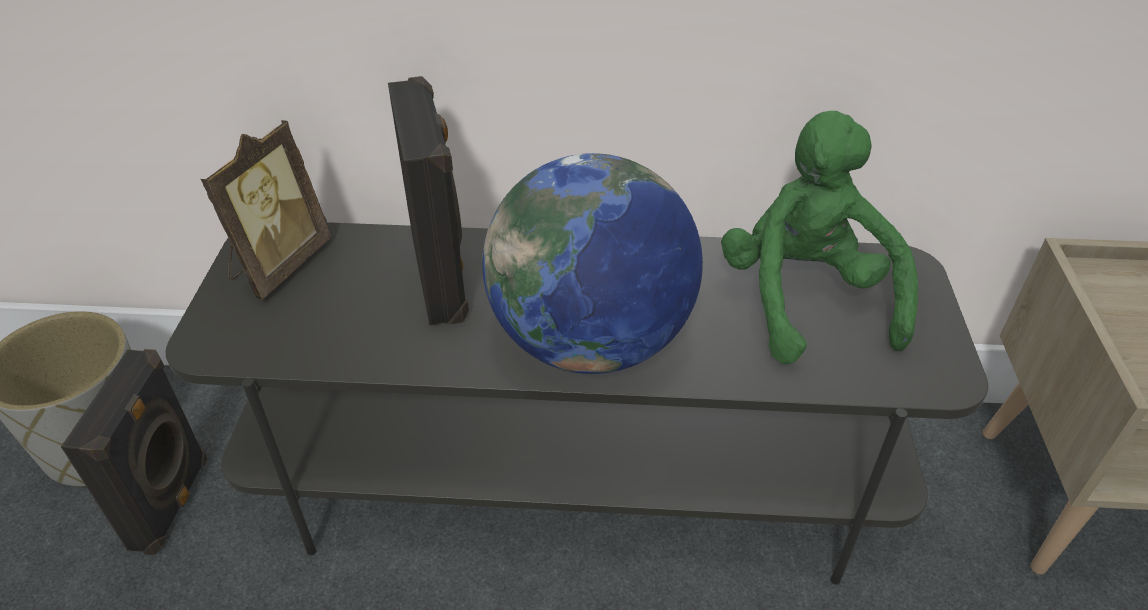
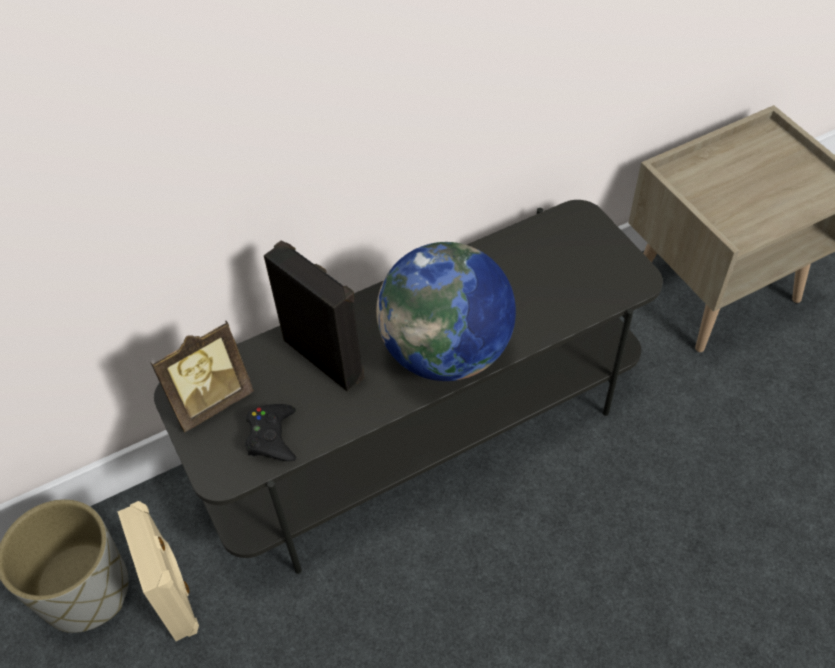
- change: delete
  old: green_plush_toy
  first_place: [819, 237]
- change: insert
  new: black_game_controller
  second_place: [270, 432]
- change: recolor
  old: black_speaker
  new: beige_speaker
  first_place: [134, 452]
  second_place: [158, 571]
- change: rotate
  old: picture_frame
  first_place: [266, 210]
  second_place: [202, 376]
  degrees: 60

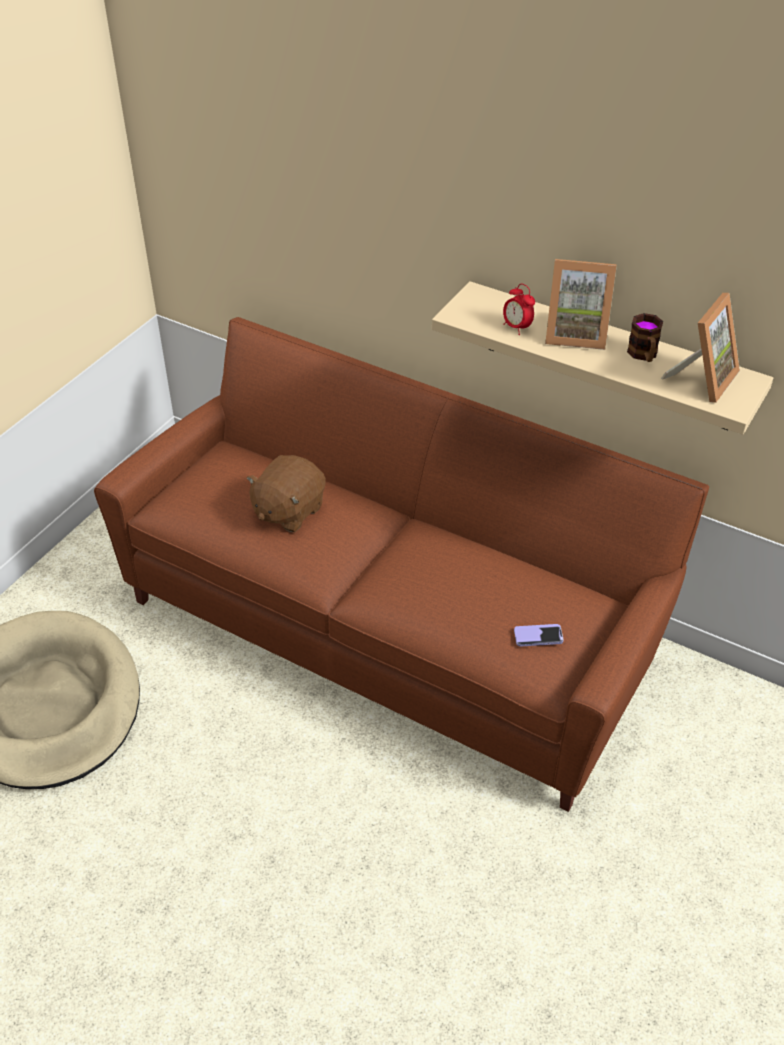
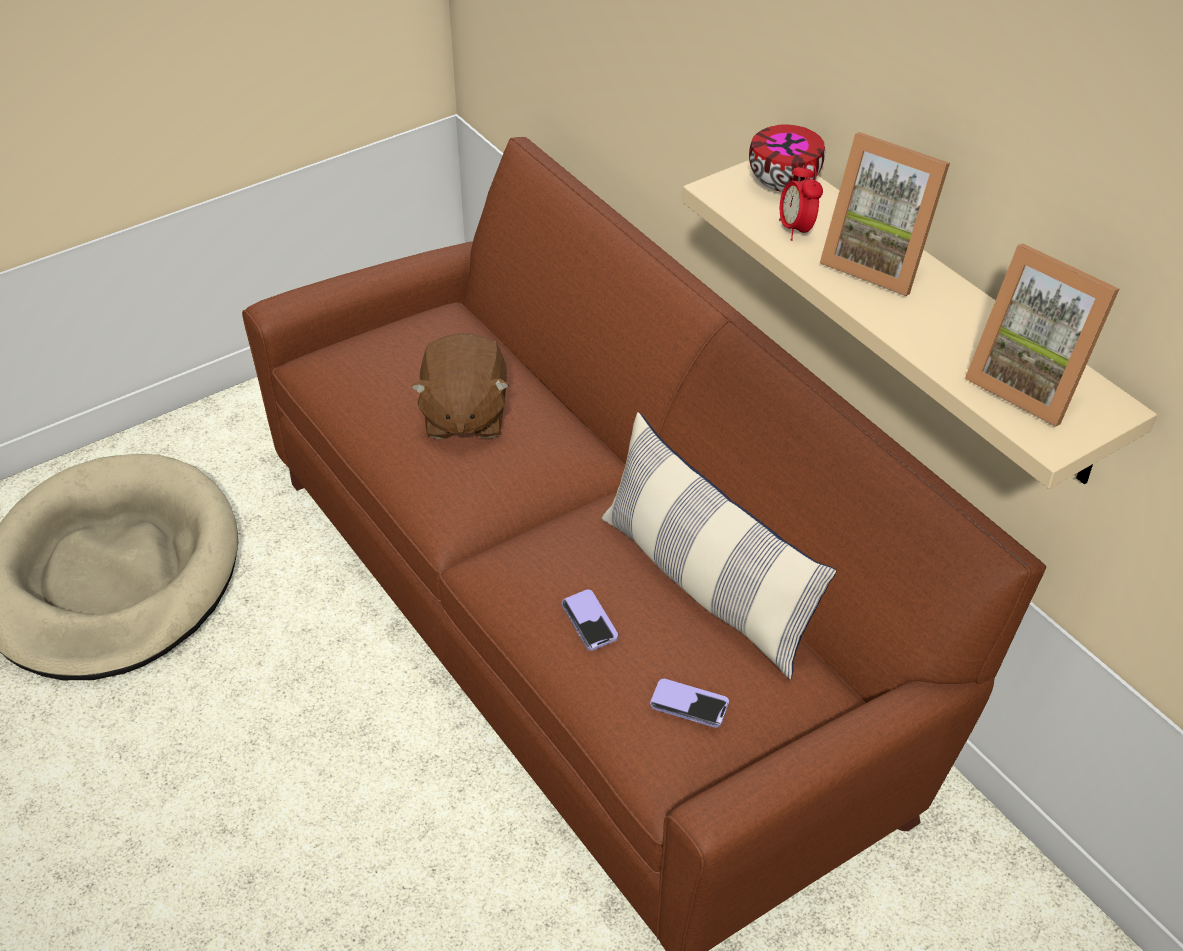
- change: delete
  old: mug
  first_place: [645, 337]
- change: insert
  new: phone
  second_place: [590, 620]
- change: insert
  new: pillow
  second_place: [719, 545]
- change: insert
  new: bowl
  second_place: [787, 158]
- change: rotate
  old: brown_plush_toy
  first_place: [286, 493]
  second_place: [460, 386]
  degrees: -60
- change: rotate
  old: picture_frame
  first_place: [700, 348]
  second_place: [1042, 335]
  degrees: 75

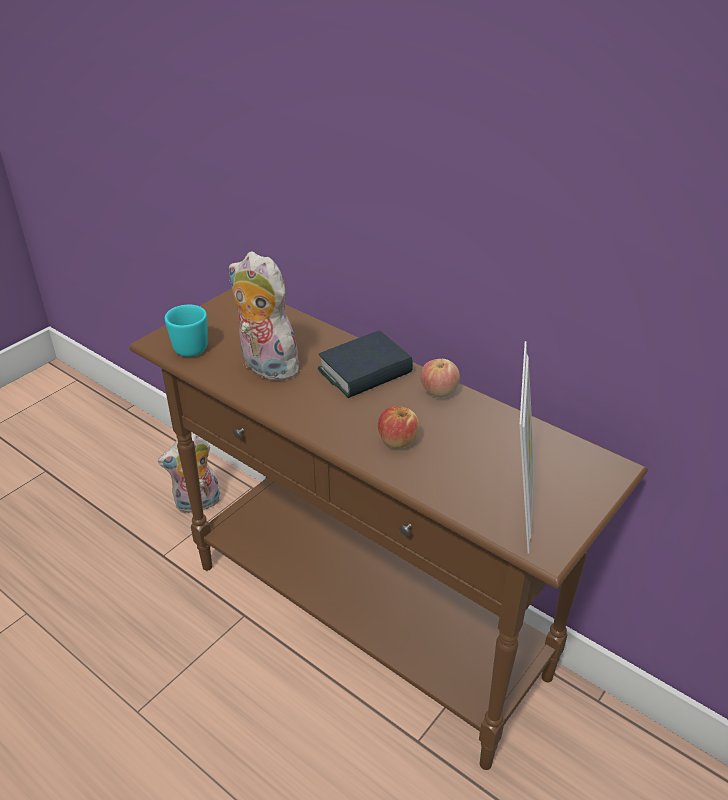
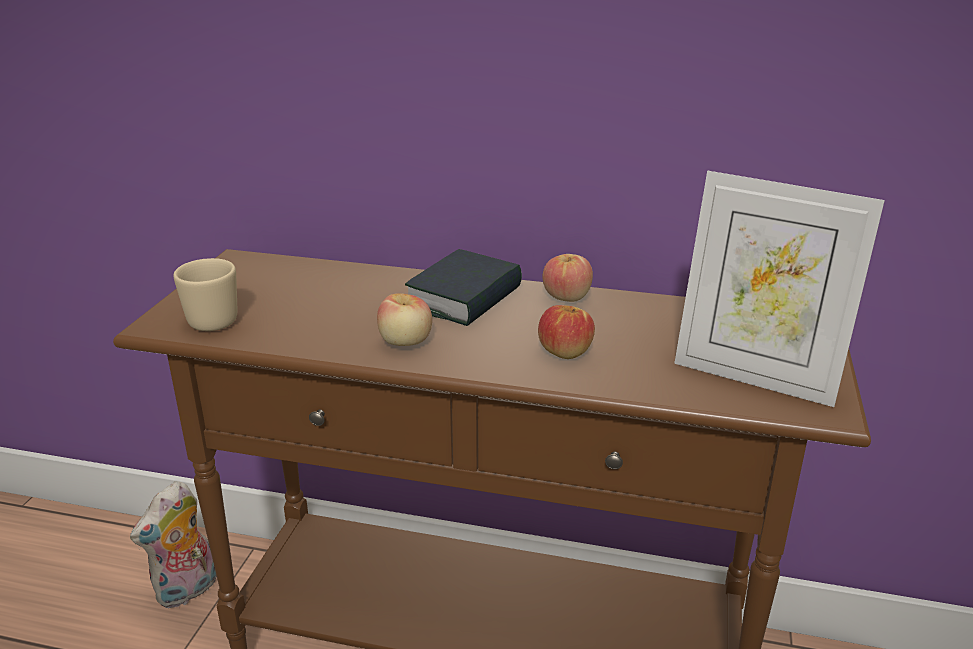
- change: delete
  old: plush_toy
  first_place: [265, 316]
- change: insert
  new: apple
  second_place: [404, 319]
- change: recolor
  old: turquoise_mug
  new: beige_mug
  first_place: [186, 331]
  second_place: [205, 294]
- change: rotate
  old: picture_frame
  first_place: [527, 447]
  second_place: [779, 289]
  degrees: 135

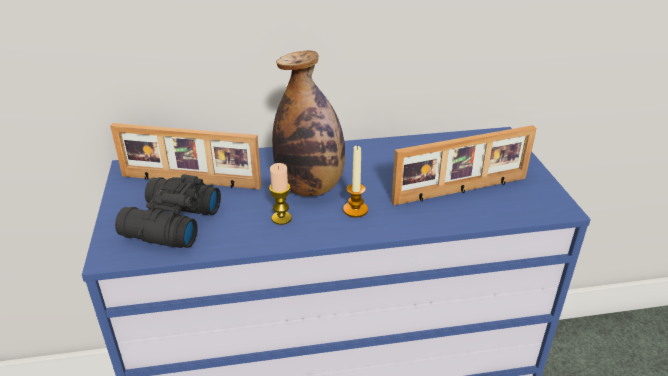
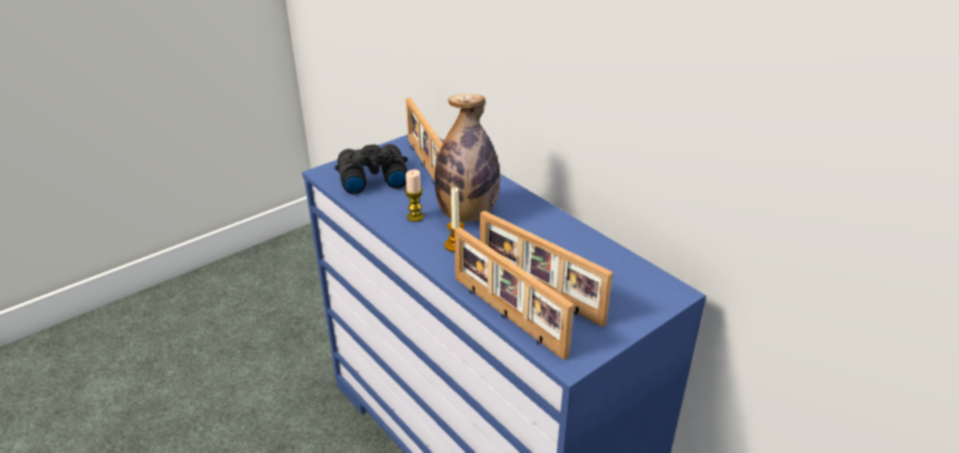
- change: insert
  new: picture_frame
  second_place: [514, 293]

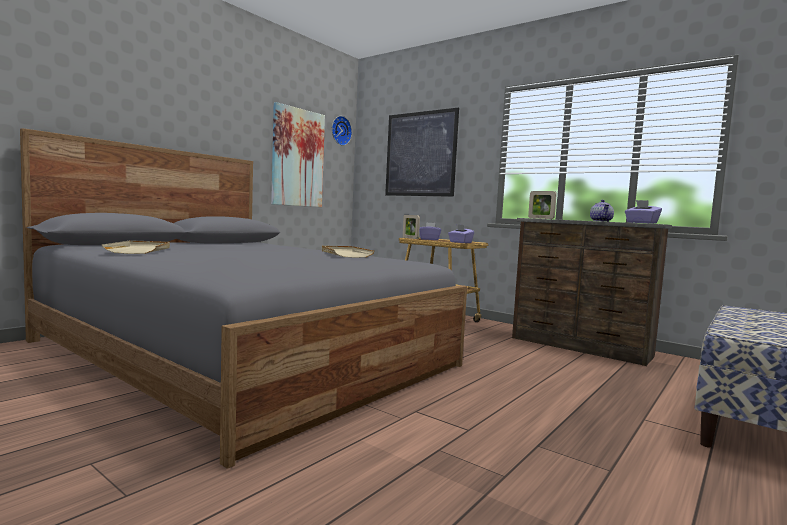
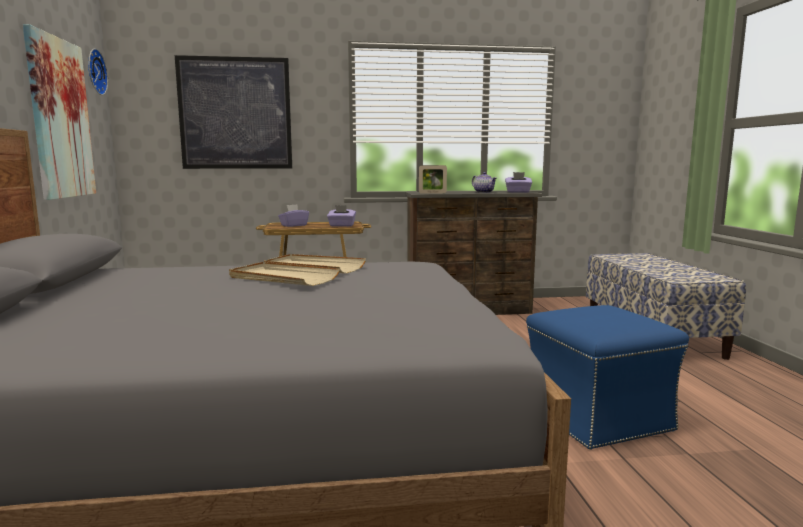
- change: delete
  old: picture_frame
  first_place: [411, 227]
- change: insert
  new: blue_ottoman
  second_place: [607, 377]
- change: move
  old: beige_tray
  first_place: [136, 247]
  second_place: [284, 274]

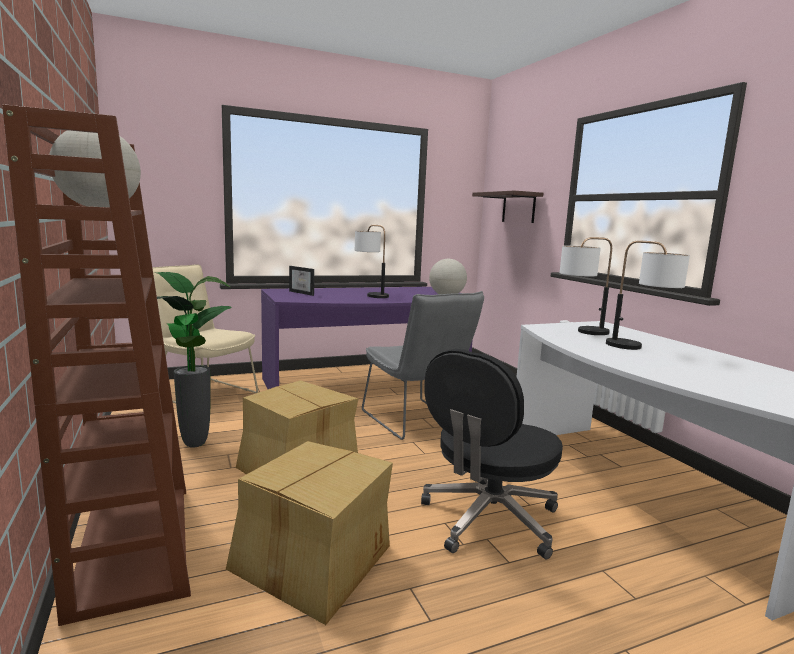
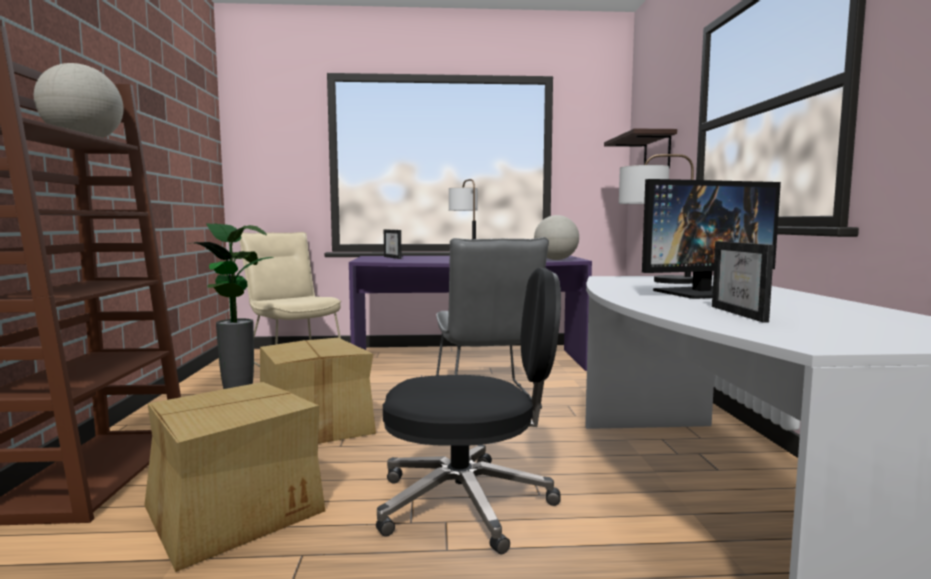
- change: insert
  new: picture_frame
  second_place: [743, 282]
- change: replace
  old: table_lamp
  new: monitor
  first_place: [648, 295]
  second_place: [711, 239]
- change: rotate
  old: black_office_chair
  first_place: [492, 454]
  second_place: [468, 411]
  degrees: -150

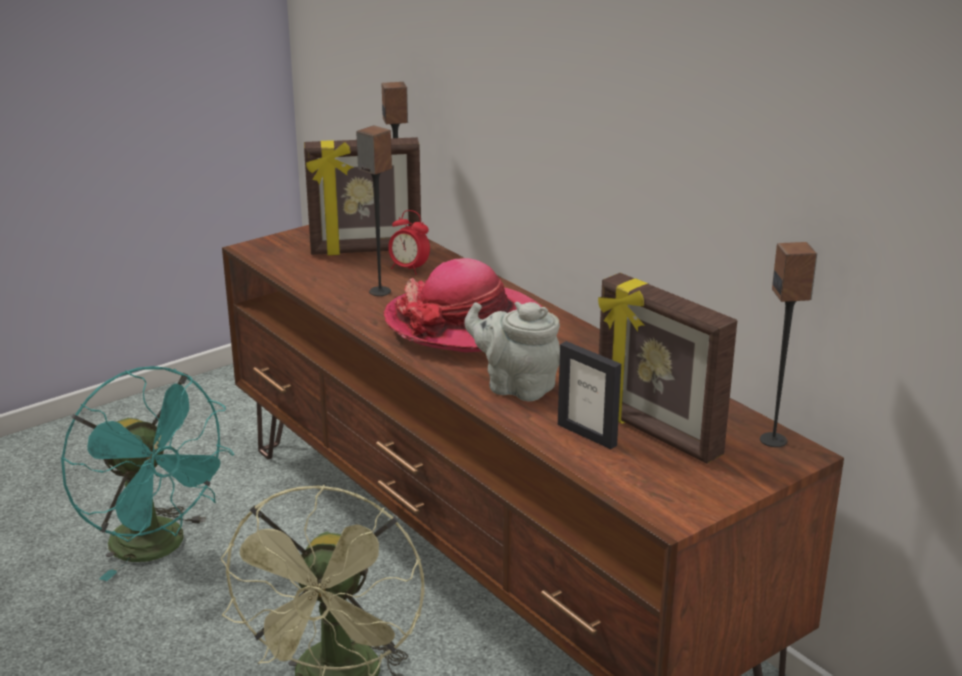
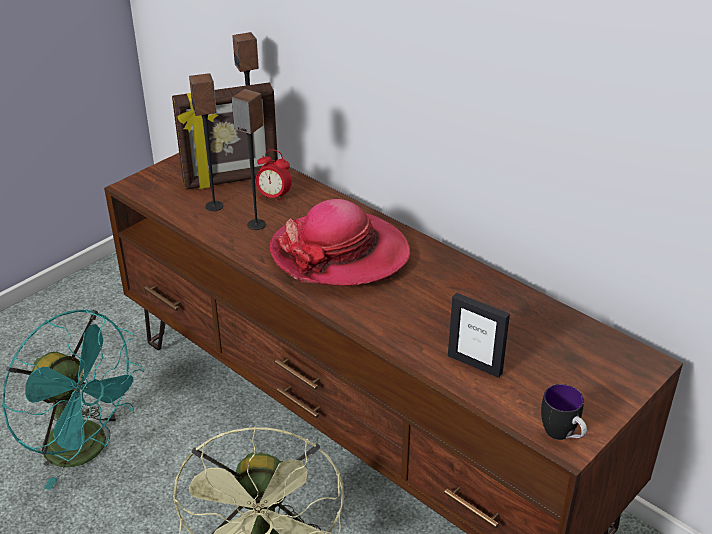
- change: delete
  old: grey_teapot
  first_place: [512, 351]
- change: delete
  old: picture_frame
  first_place: [667, 368]
- change: insert
  new: mug
  second_place: [564, 412]
- change: move
  old: speaker
  first_place: [788, 344]
  second_place: [206, 142]

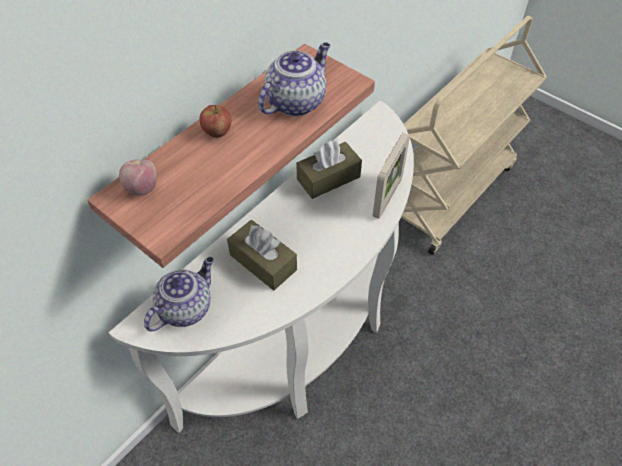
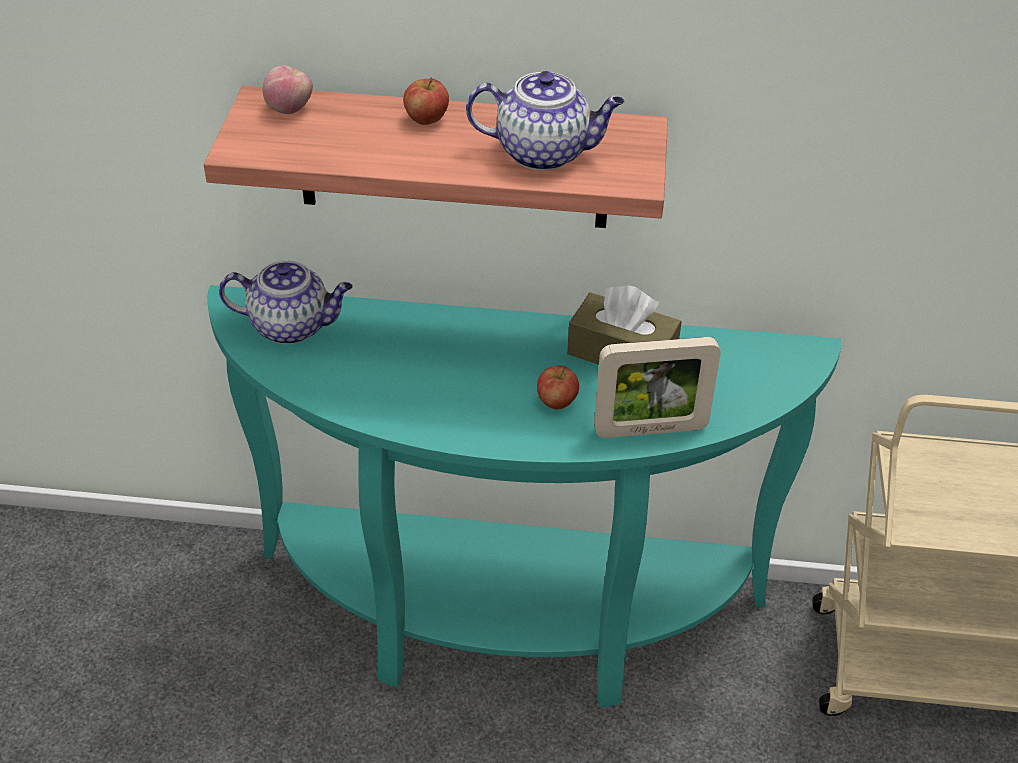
- change: delete
  old: brown_tissue_box
  first_place: [262, 255]
- change: insert
  new: apple
  second_place: [558, 388]
- change: recolor
  old: white_console_table
  new: turquoise_console_table
  first_place: [261, 267]
  second_place: [524, 496]

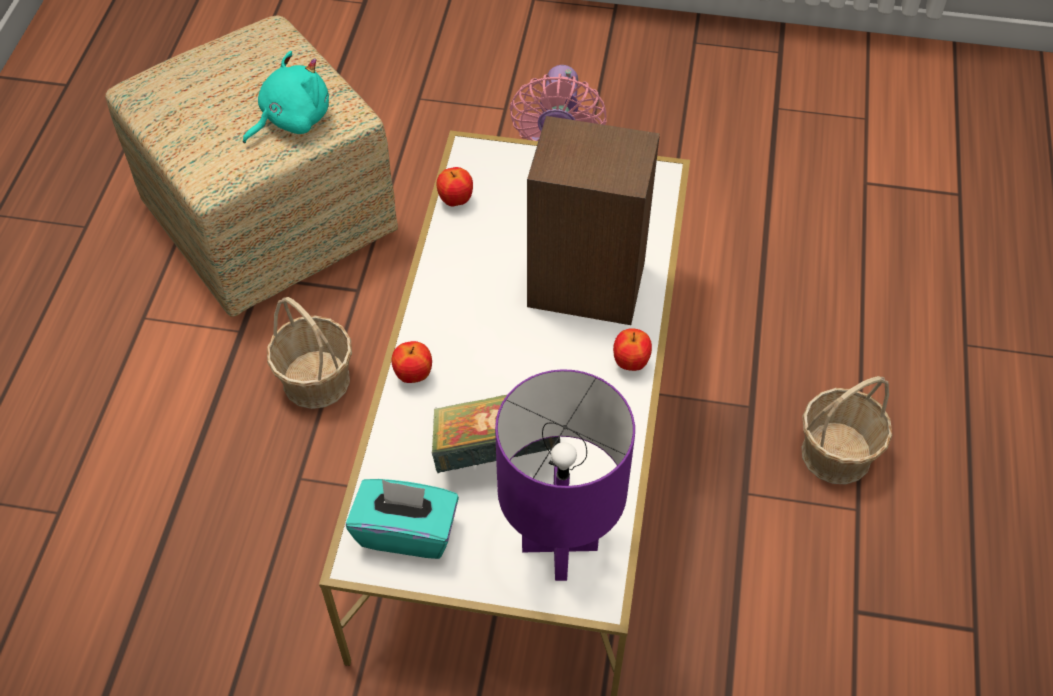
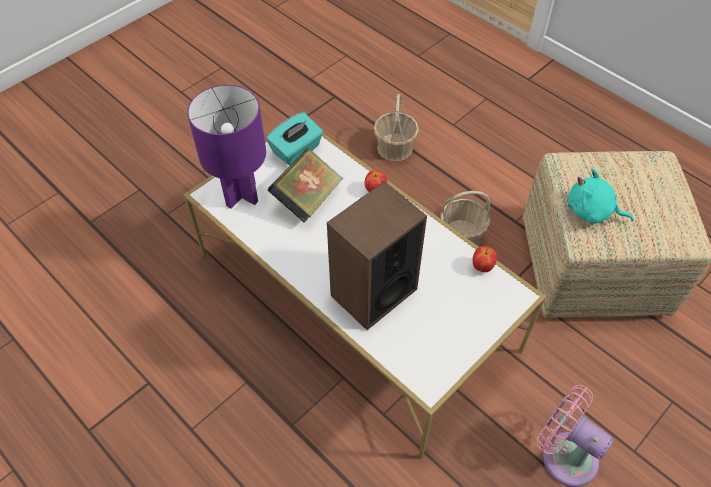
- change: delete
  old: apple
  first_place: [632, 349]
- change: move
  old: basket
  first_place: [846, 430]
  second_place: [396, 127]
- change: rotate
  old: turquoise_plush_toy
  first_place: [286, 97]
  second_place: [601, 196]
  degrees: 120

